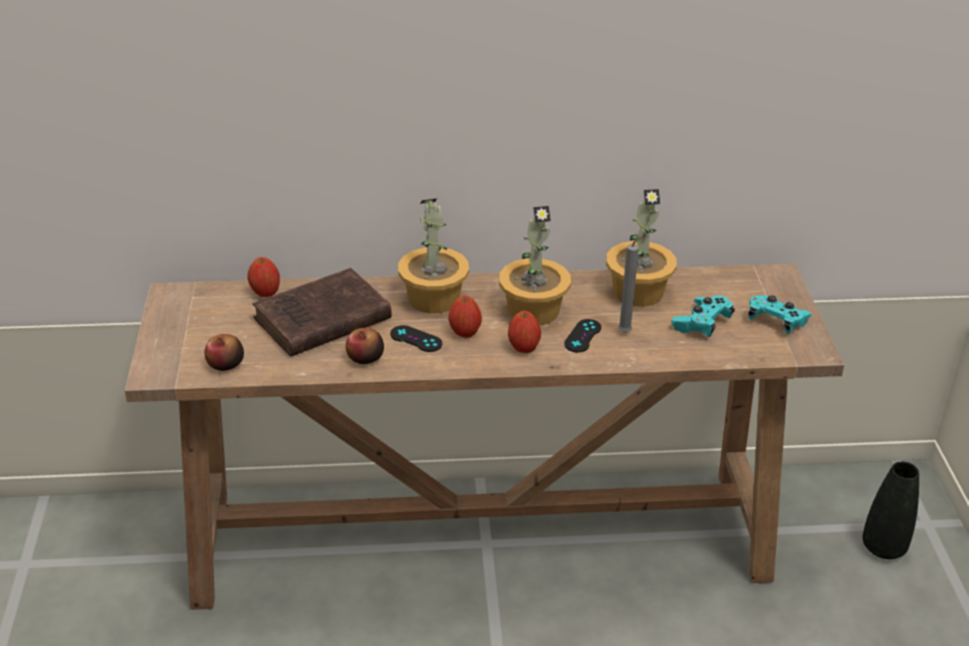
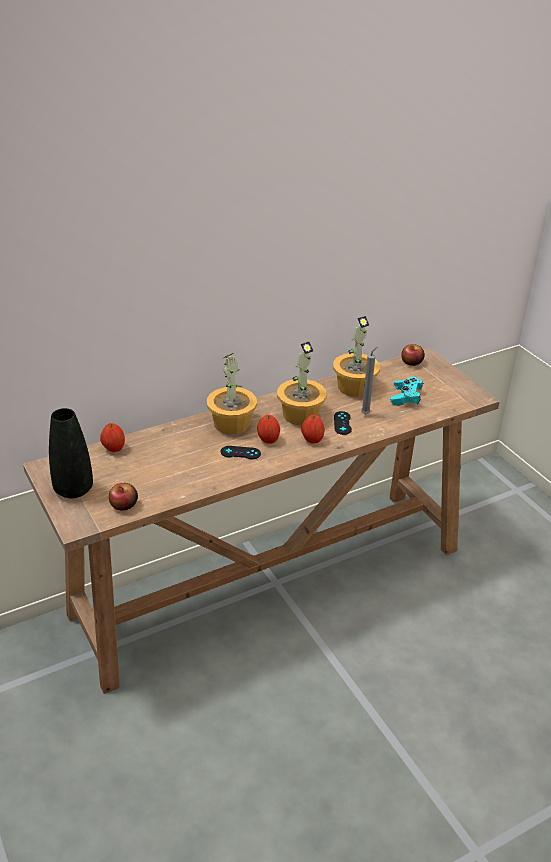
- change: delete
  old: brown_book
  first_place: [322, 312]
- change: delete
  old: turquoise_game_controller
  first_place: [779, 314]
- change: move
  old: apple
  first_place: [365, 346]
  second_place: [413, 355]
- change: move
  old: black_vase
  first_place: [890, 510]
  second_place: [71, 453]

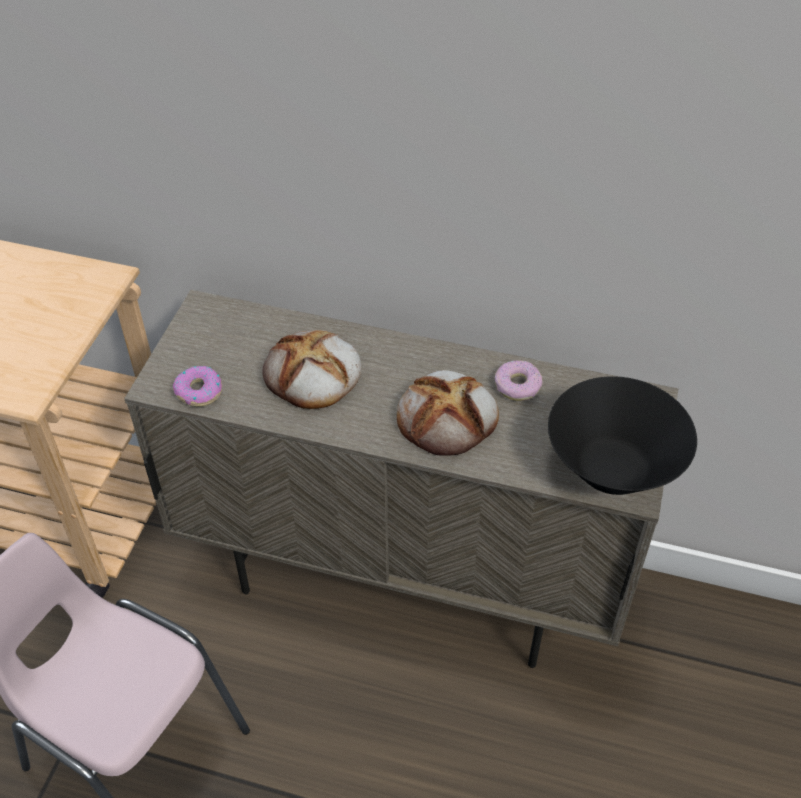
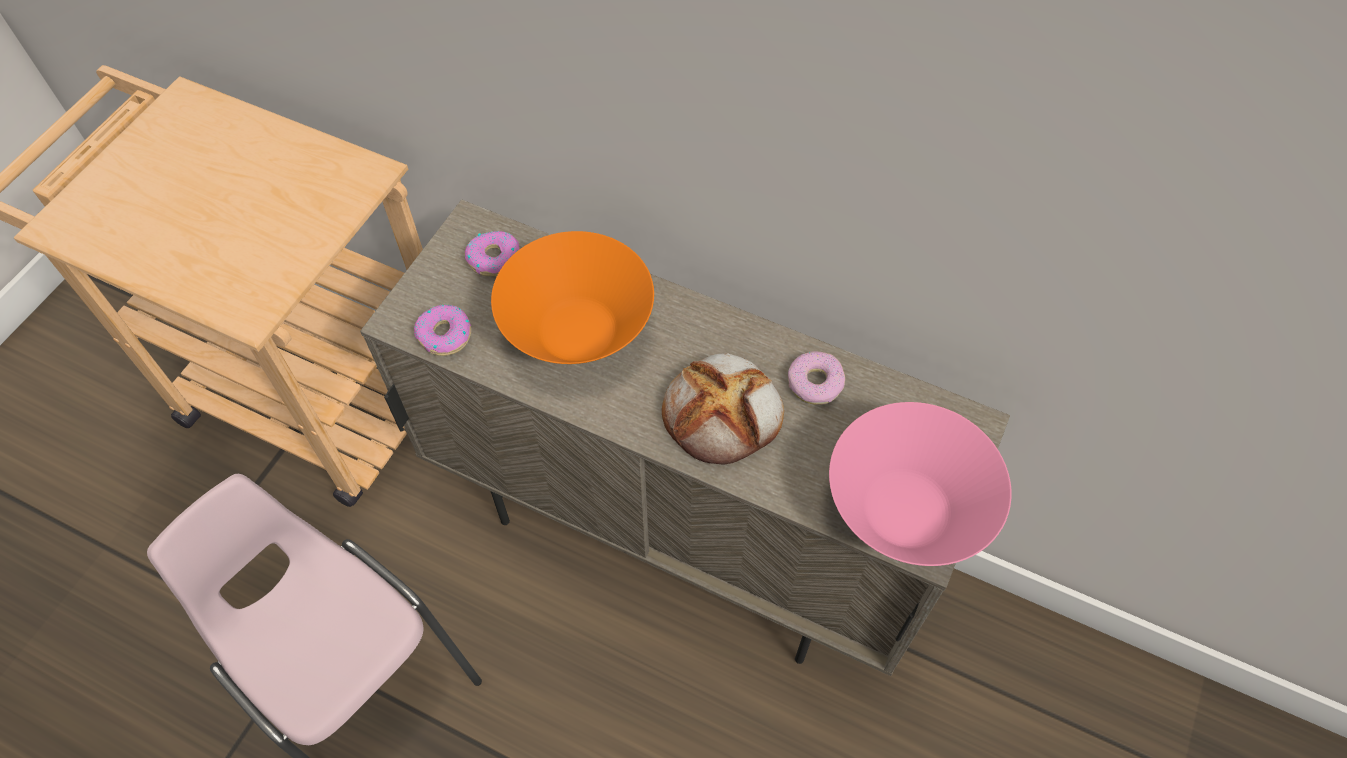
- change: insert
  new: donut
  second_place: [492, 253]
- change: replace
  old: bread
  new: orange_bowl
  first_place: [312, 369]
  second_place: [572, 297]
- change: recolor
  old: black_bowl
  new: pink_bowl
  first_place: [622, 435]
  second_place: [920, 484]

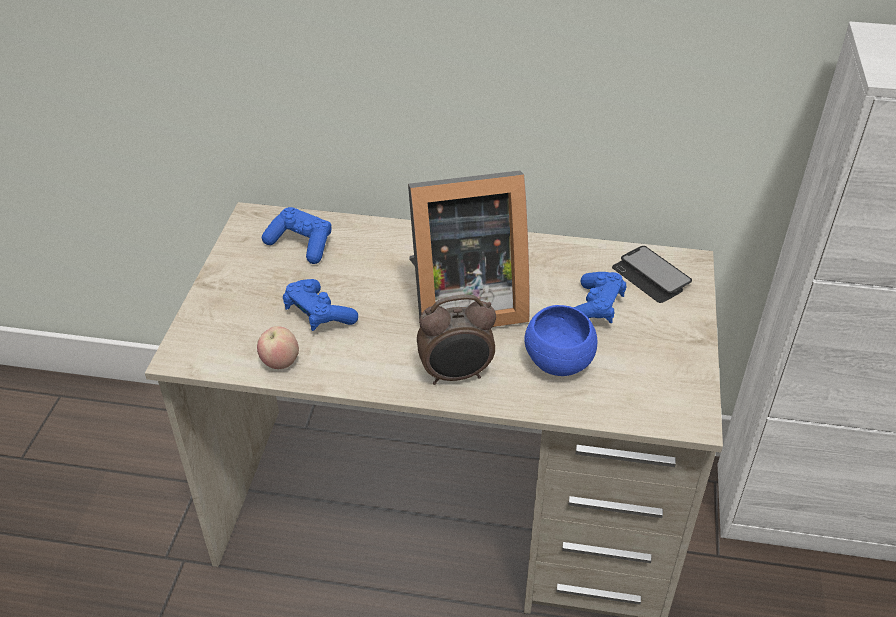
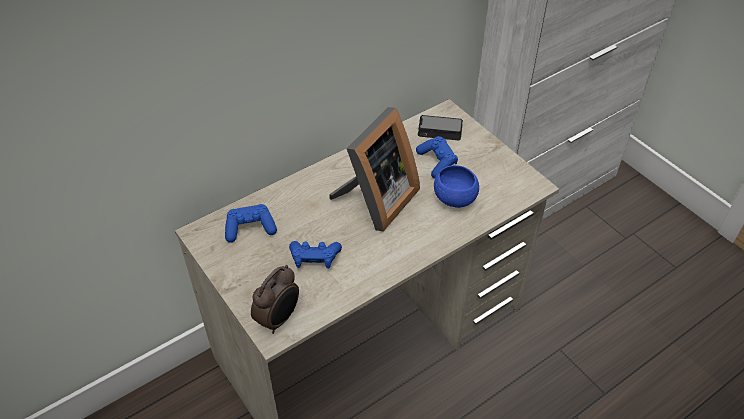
- change: delete
  old: apple
  first_place: [278, 347]
- change: move
  old: alarm_clock
  first_place: [456, 339]
  second_place: [275, 299]

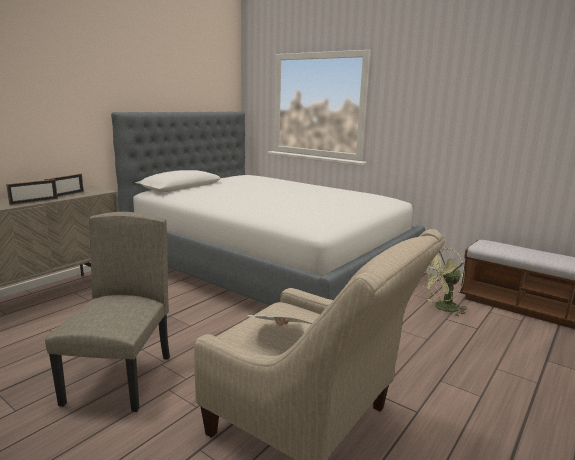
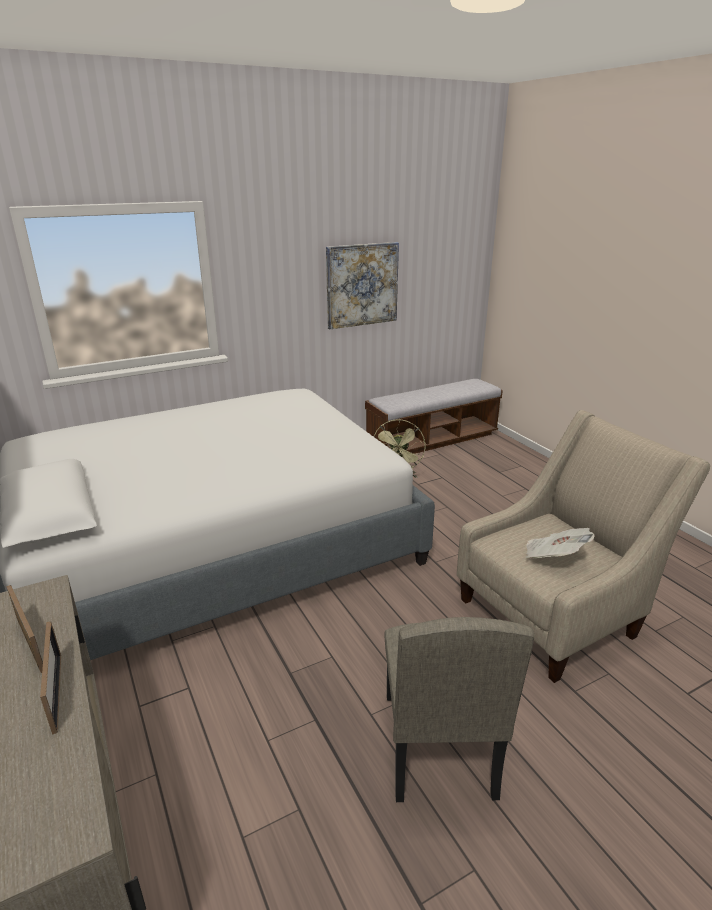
- change: insert
  new: picture
  second_place: [362, 285]
- change: rotate
  old: beige_chair
  first_place: [107, 312]
  second_place: [459, 709]
  degrees: -120

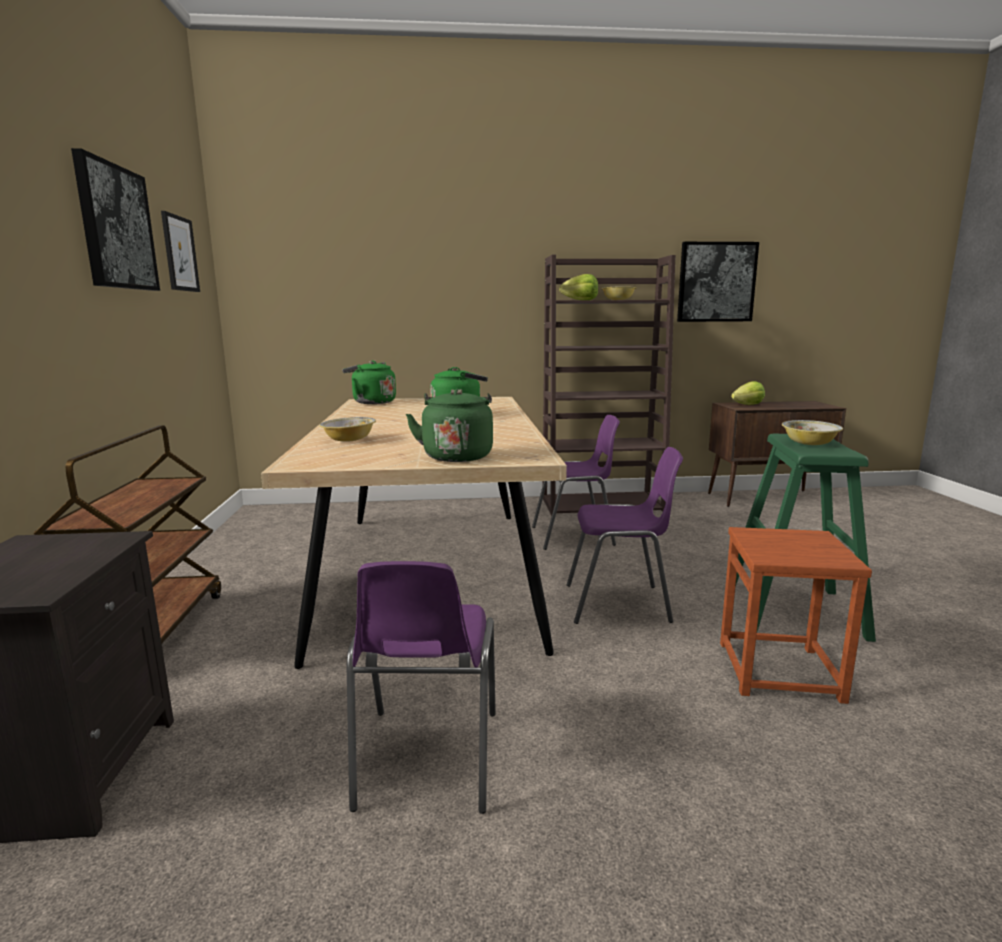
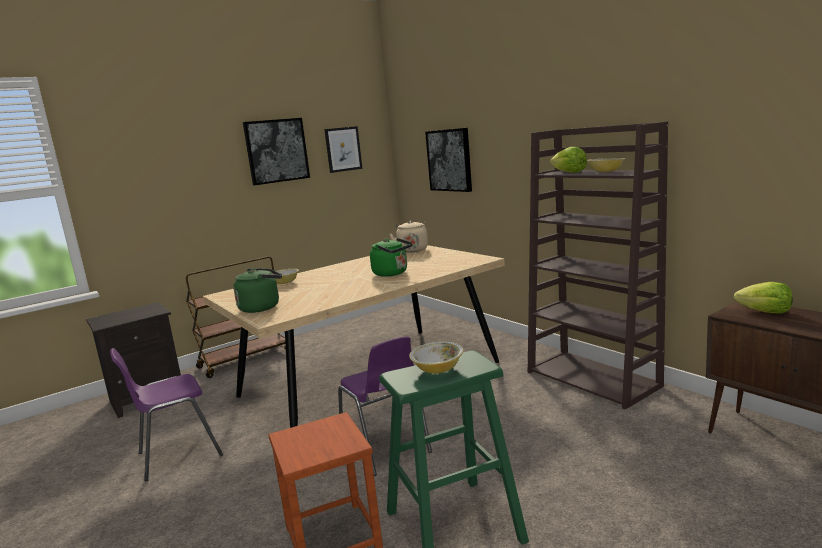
- change: delete
  old: purple_chair
  first_place: [576, 482]
- change: move
  old: picture
  first_place: [718, 282]
  second_place: [448, 160]
- change: recolor
  old: green_kettle
  new: beige_kettle
  first_place: [369, 382]
  second_place: [408, 237]

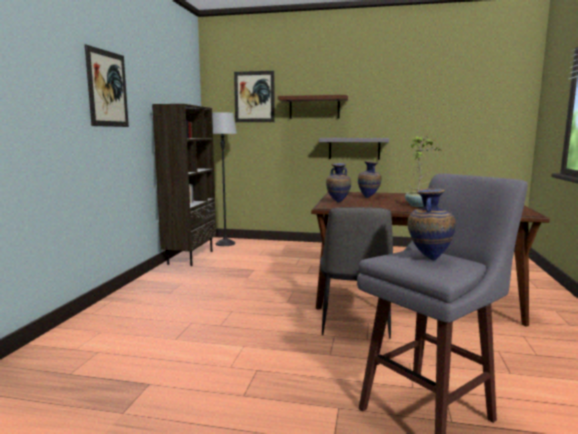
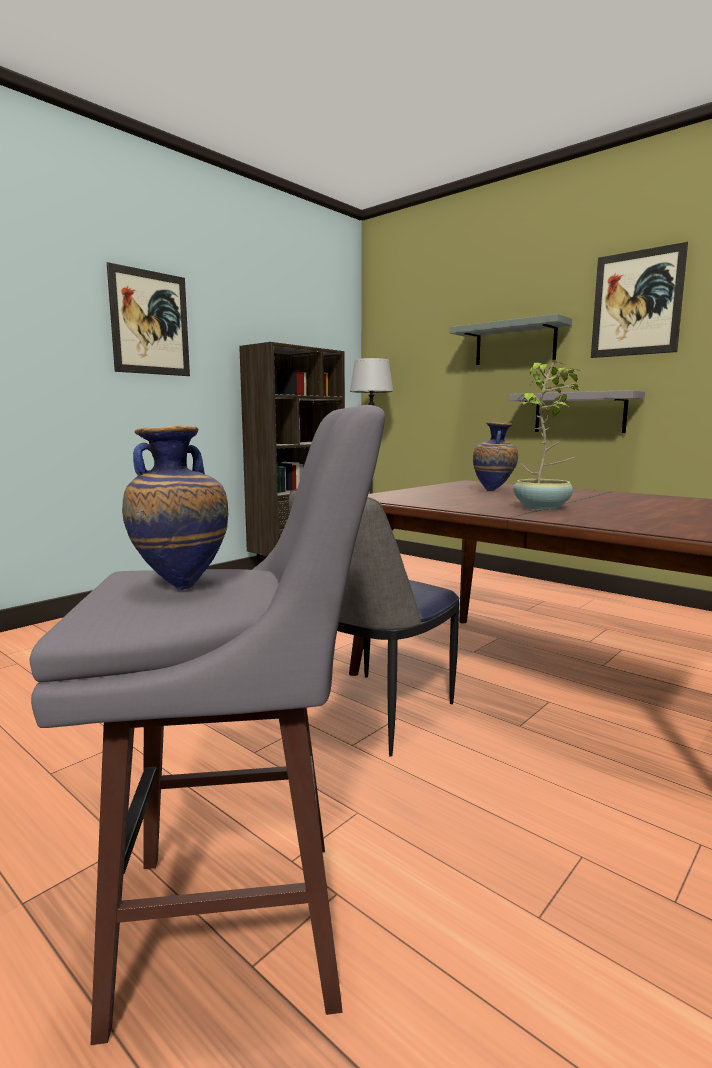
- change: delete
  old: vase
  first_place: [338, 182]
- change: move
  old: picture
  first_place: [254, 96]
  second_place: [639, 300]
- change: recolor
  old: brown_shelf
  new: grey_shelf
  first_place: [313, 107]
  second_place: [511, 339]

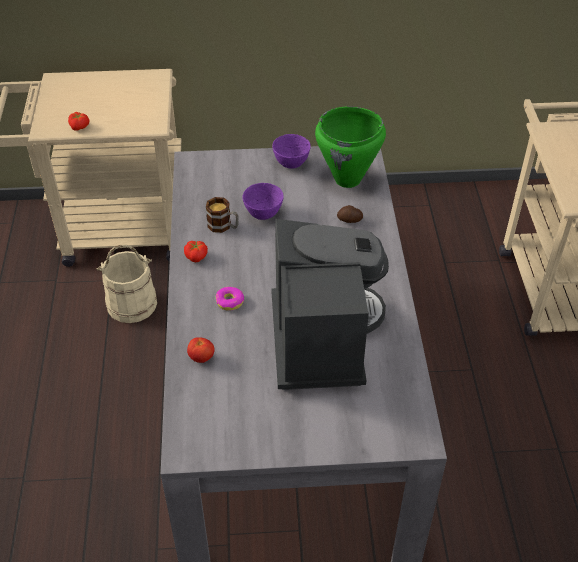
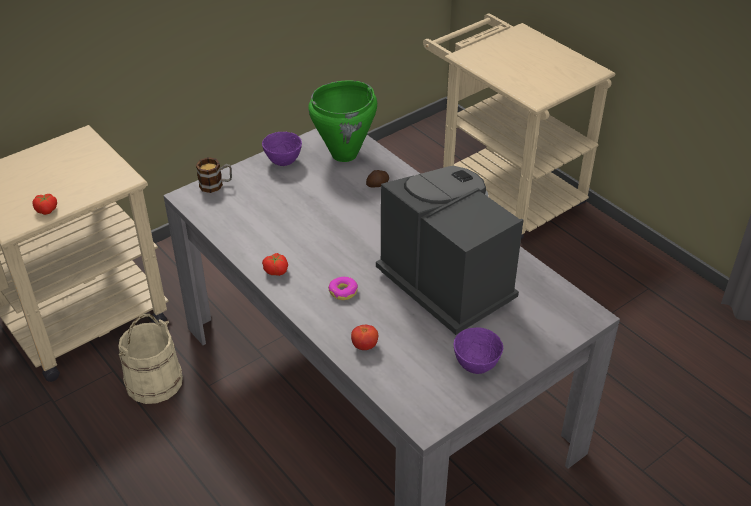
- change: move
  old: mug
  first_place: [222, 215]
  second_place: [214, 175]
- change: move
  old: purple_bowl
  first_place: [263, 201]
  second_place: [478, 350]

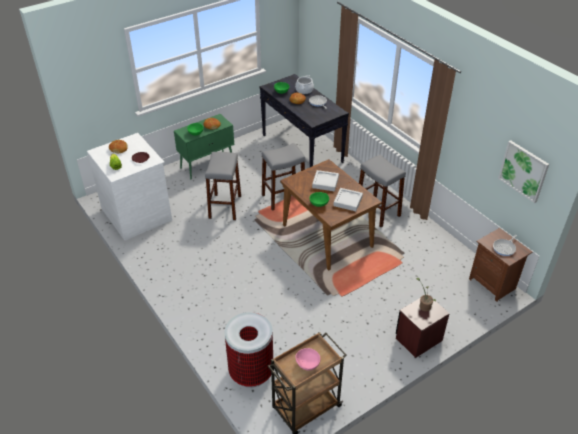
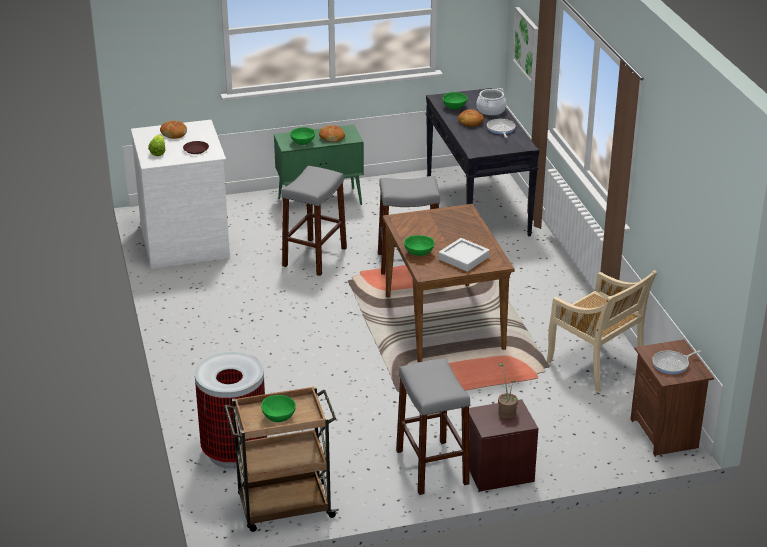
- change: delete
  old: grey_tray
  first_place: [325, 180]
- change: insert
  new: beige_chair
  second_place: [602, 331]
- change: move
  old: grey_stool
  first_place: [382, 191]
  second_place: [433, 426]
- change: move
  old: picture
  first_place: [523, 171]
  second_place: [525, 45]
- change: recolor
  old: pink_bowl
  new: green_bowl
  first_place: [308, 359]
  second_place: [278, 408]

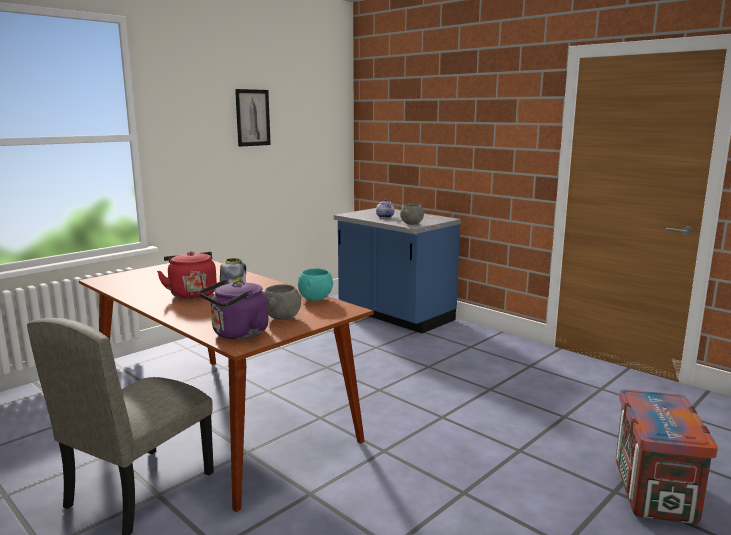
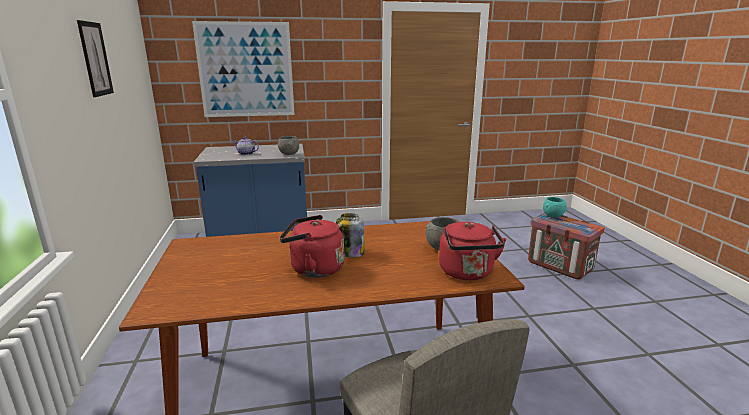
- change: insert
  new: picture
  second_place: [243, 69]
- change: move
  old: turquoise_bowl
  first_place: [315, 285]
  second_place: [555, 207]
- change: recolor
  old: purple_kettle
  new: red_kettle
  first_place: [233, 309]
  second_place: [473, 251]

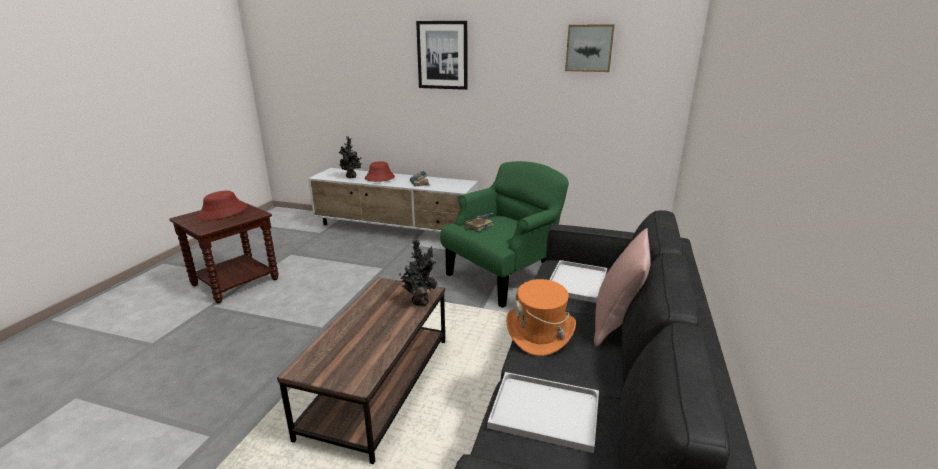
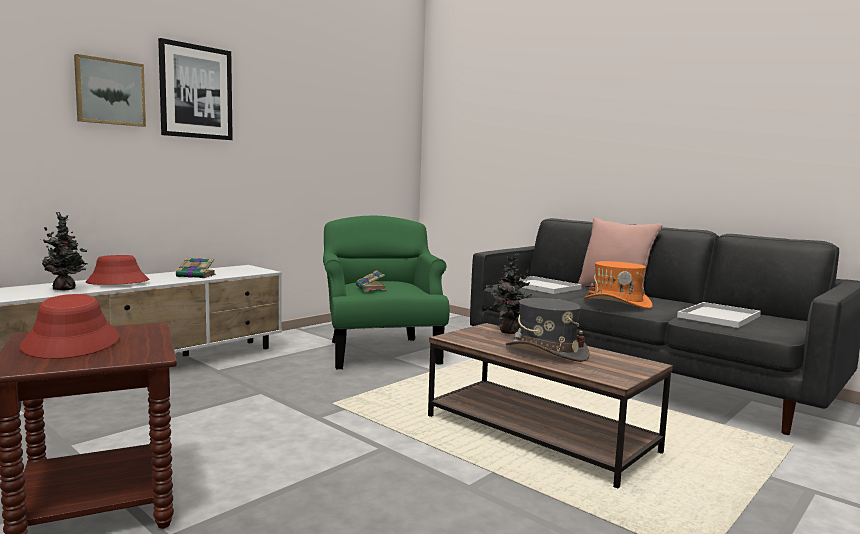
- change: insert
  new: grey_hat
  second_place: [548, 330]
- change: move
  old: picture
  first_place: [590, 48]
  second_place: [110, 90]

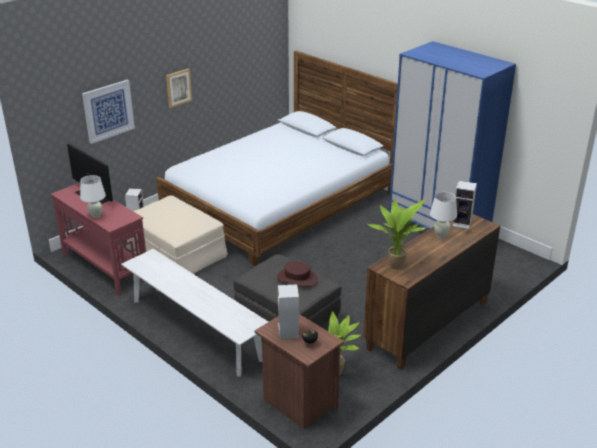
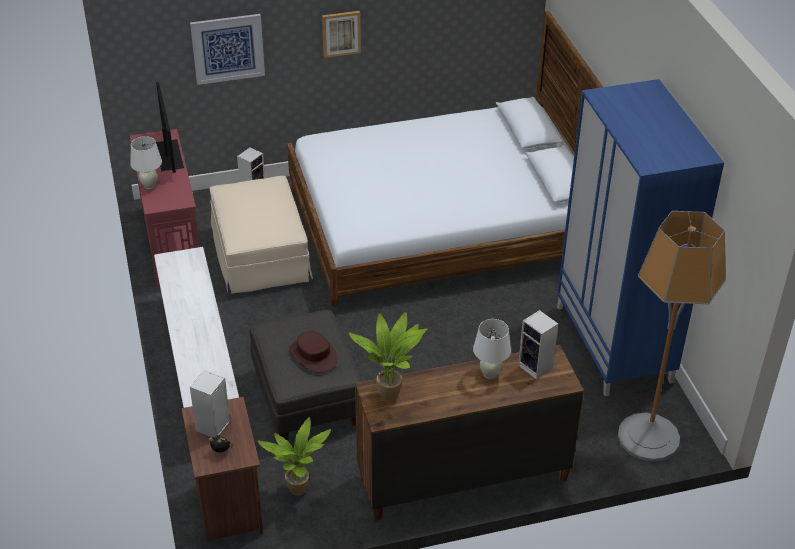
- change: insert
  new: floor_lamp
  second_place: [672, 336]

